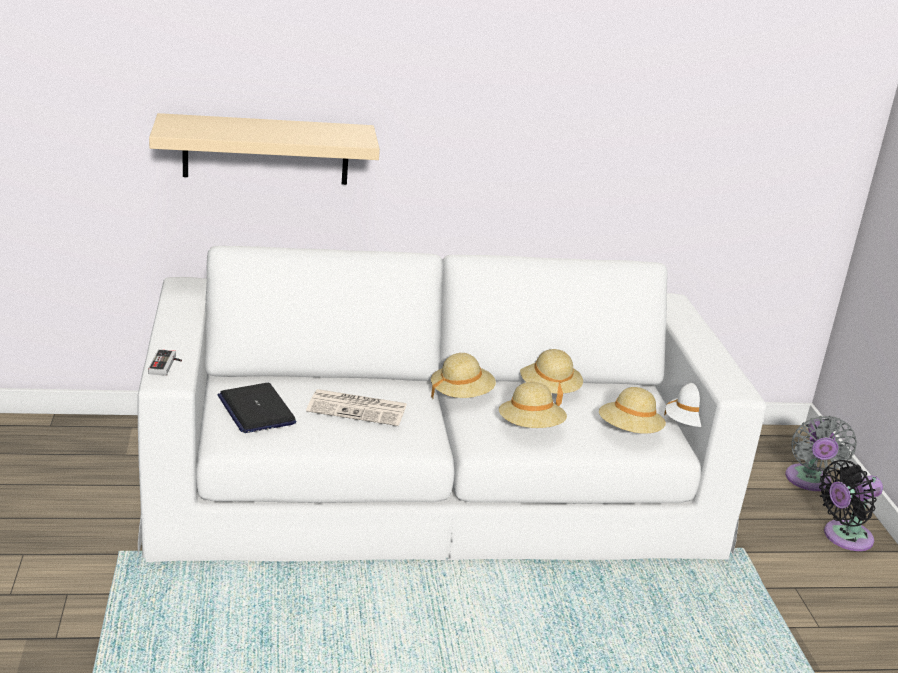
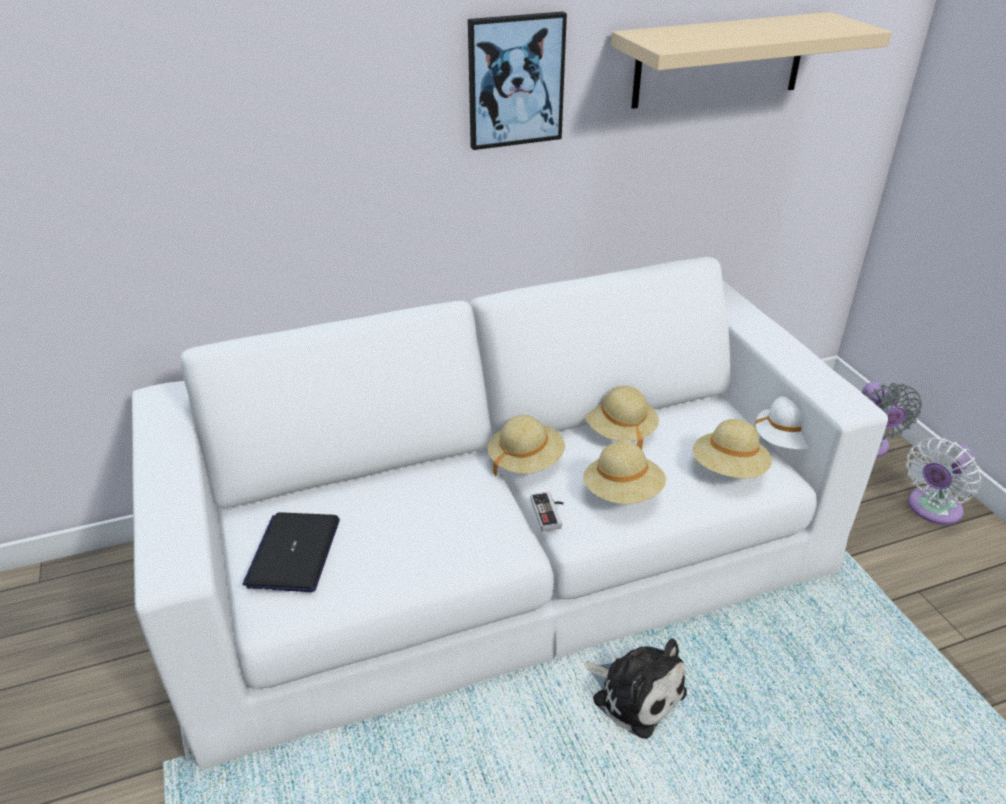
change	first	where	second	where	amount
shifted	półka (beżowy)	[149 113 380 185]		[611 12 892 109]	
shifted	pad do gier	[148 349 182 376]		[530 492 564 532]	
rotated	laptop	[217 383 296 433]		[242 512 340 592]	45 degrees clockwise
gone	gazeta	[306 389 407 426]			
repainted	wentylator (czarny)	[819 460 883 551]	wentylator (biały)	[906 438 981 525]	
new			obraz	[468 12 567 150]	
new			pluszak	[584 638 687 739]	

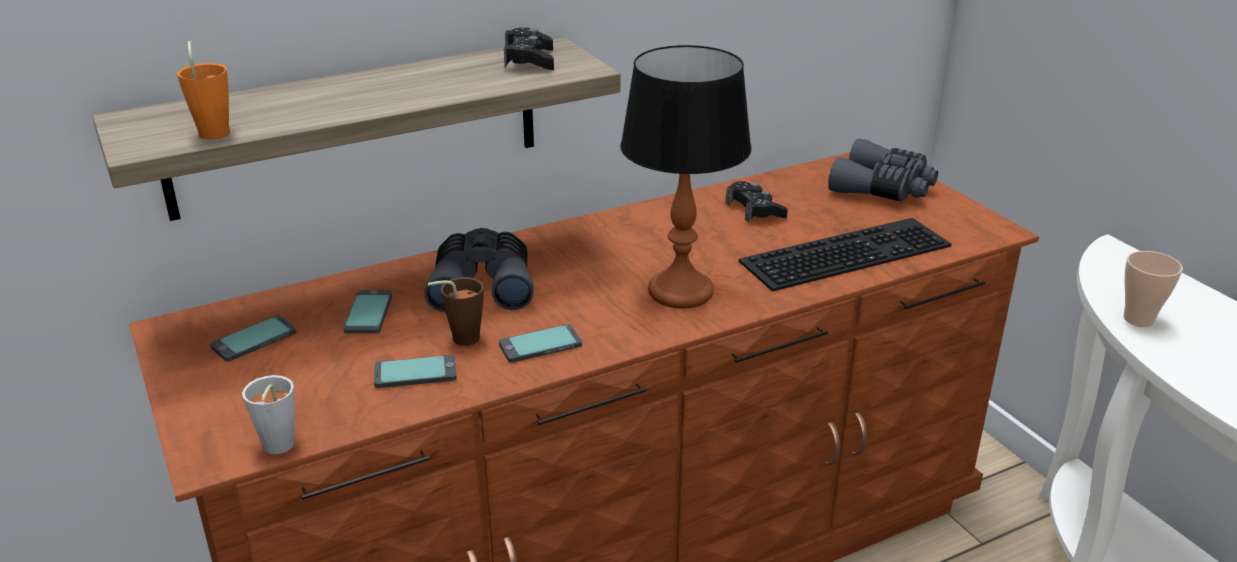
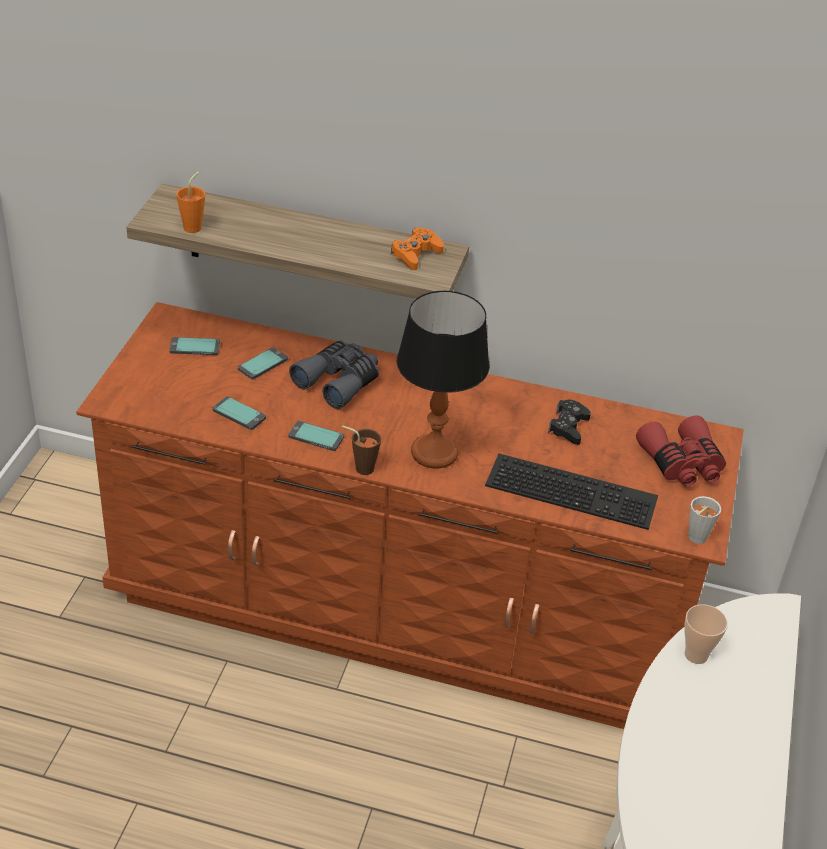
change	first	where	second	where	amount
repainted	pad do gier (czarny)	[504 28 554 70]	pad do gier (pomarańczowy)	[391 228 444 270]	
repainted	lornetka (szary)	[828 138 938 202]	lornetka (czerwony)	[636 415 726 486]	
shifted	filiżanka (brązowy)	[428 277 484 346]		[342 426 381 475]	
shifted	filiżanka (szary)	[242 375 295 454]		[688 496 721 544]	

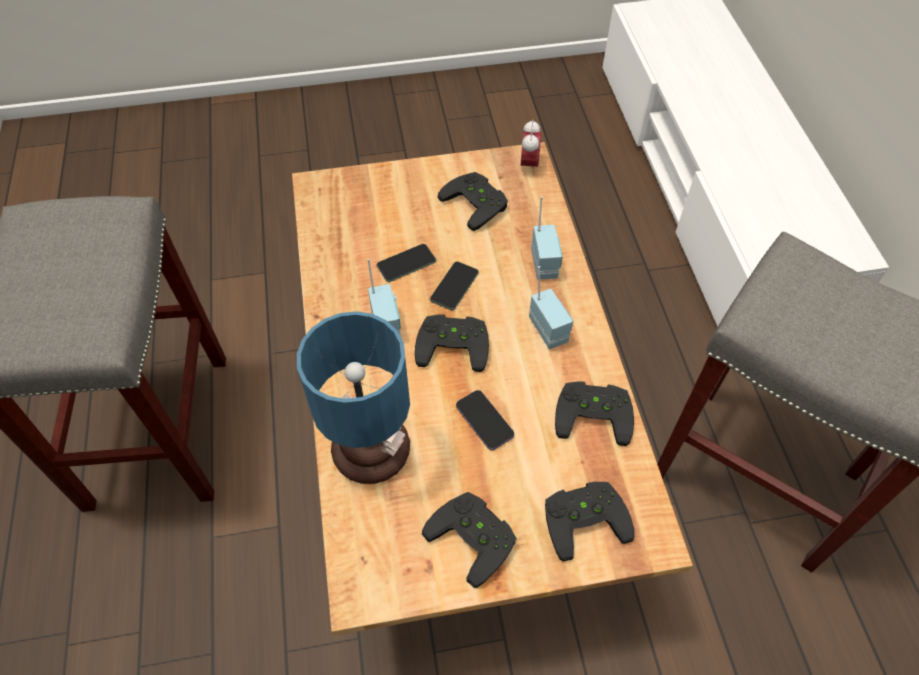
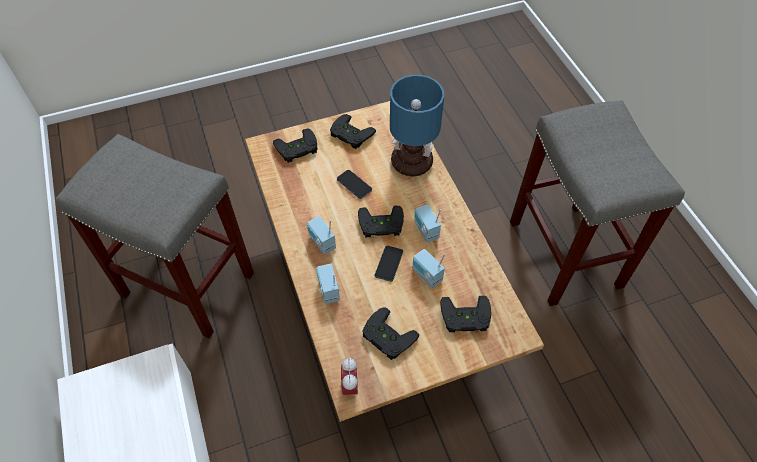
change	first	where	second	where	amount
swapped	telefon	[377 244 436 282]	radio	[412 249 446 288]	
shifted	pad do gier (czarny)	[555 381 634 446]		[440 296 491 332]	

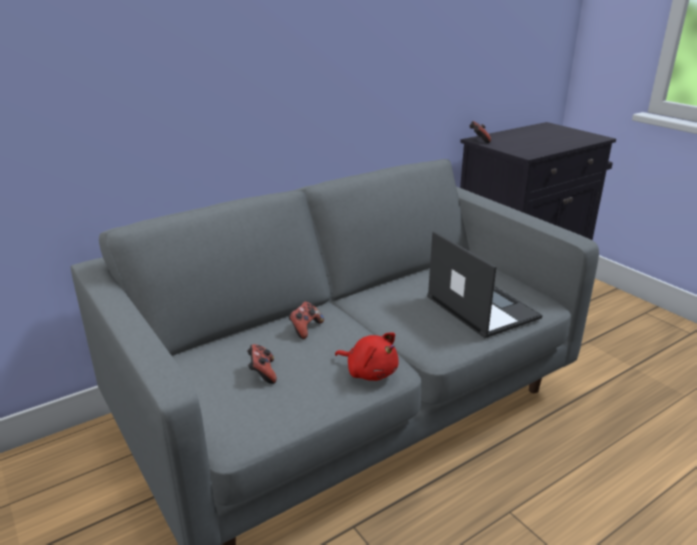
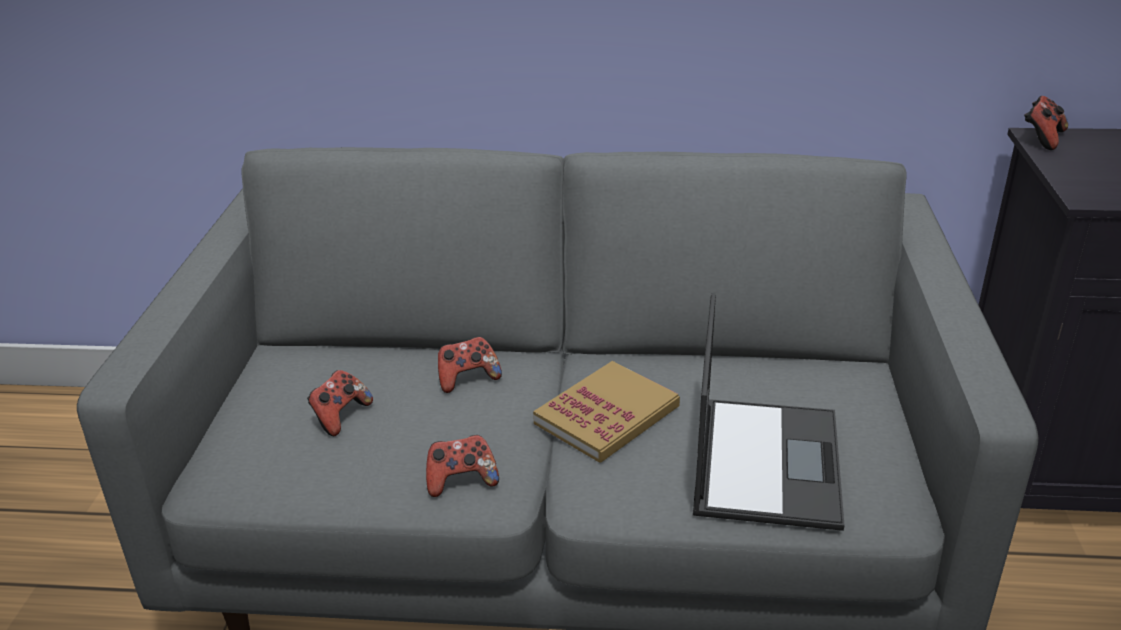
change	first	where	second	where	amount
swapped	pluszak (czerwony)	[335 332 399 381]	pad do gier	[426 435 499 497]	
new			książka	[533 361 680 463]	

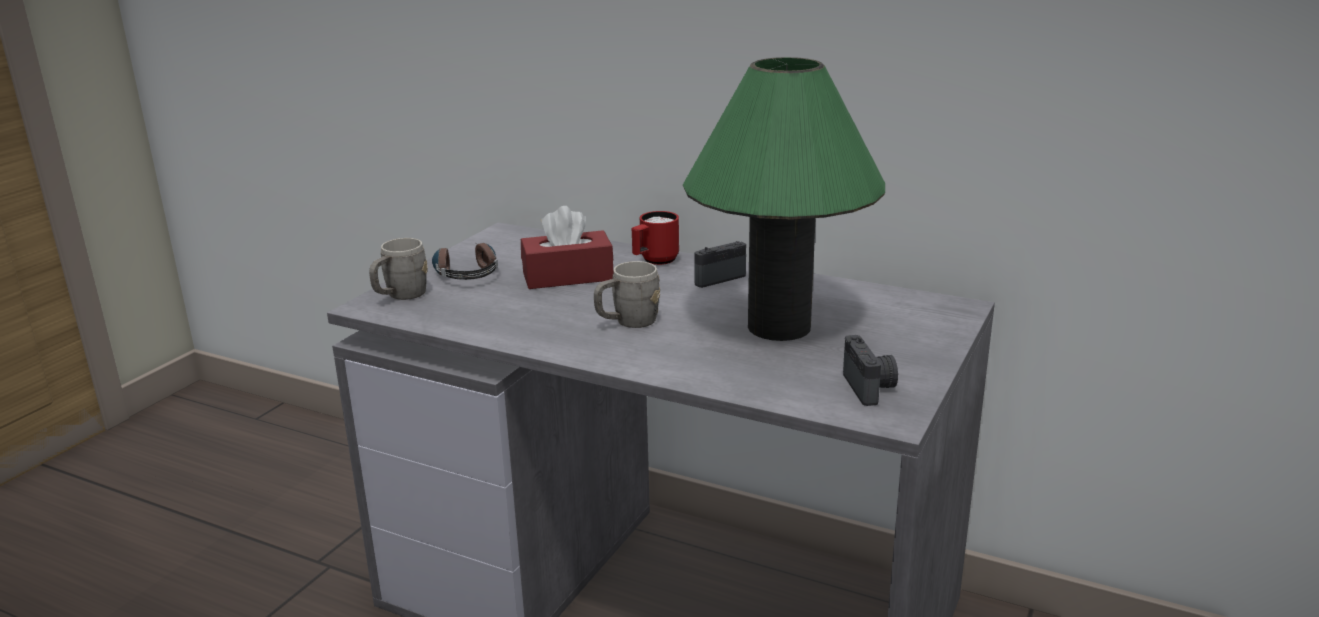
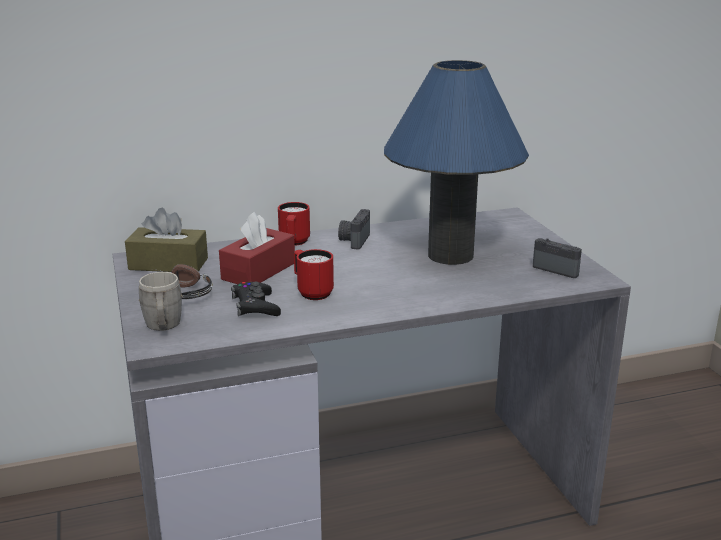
change	first	where	second	where	amount
repainted	lampa stołowa (zielony)	[683 57 885 341]	lampa stołowa (niebieski)	[384 60 529 265]	
gone	kubek (szary)	[594 261 660 328]			
new			pudełko chusteczek (brązowy)	[125 208 208 272]	
new			kubek (czerwony)	[294 249 334 300]	
new			pad do gier (czarny)	[231 281 281 316]	

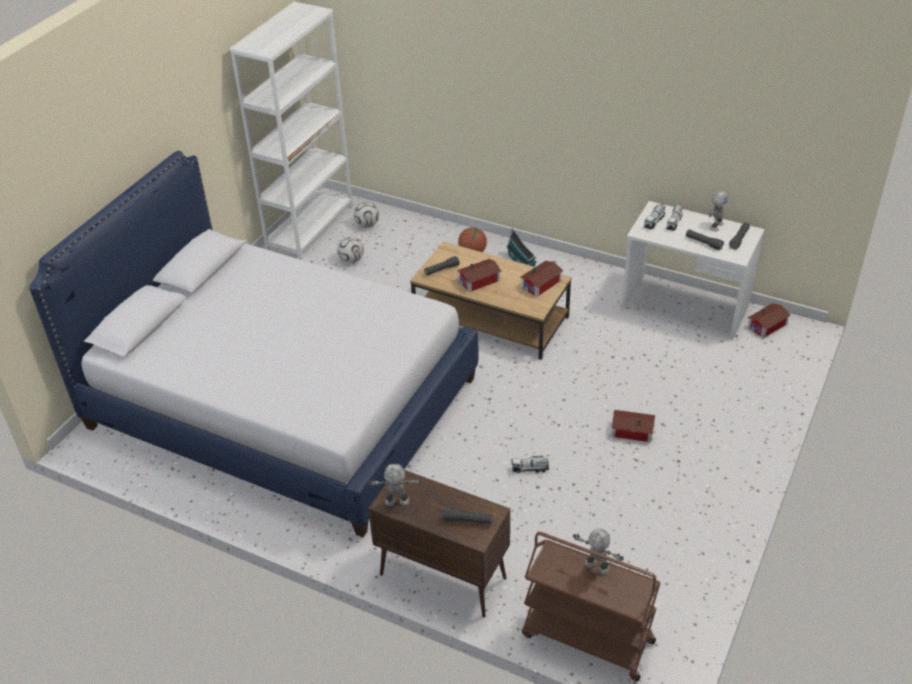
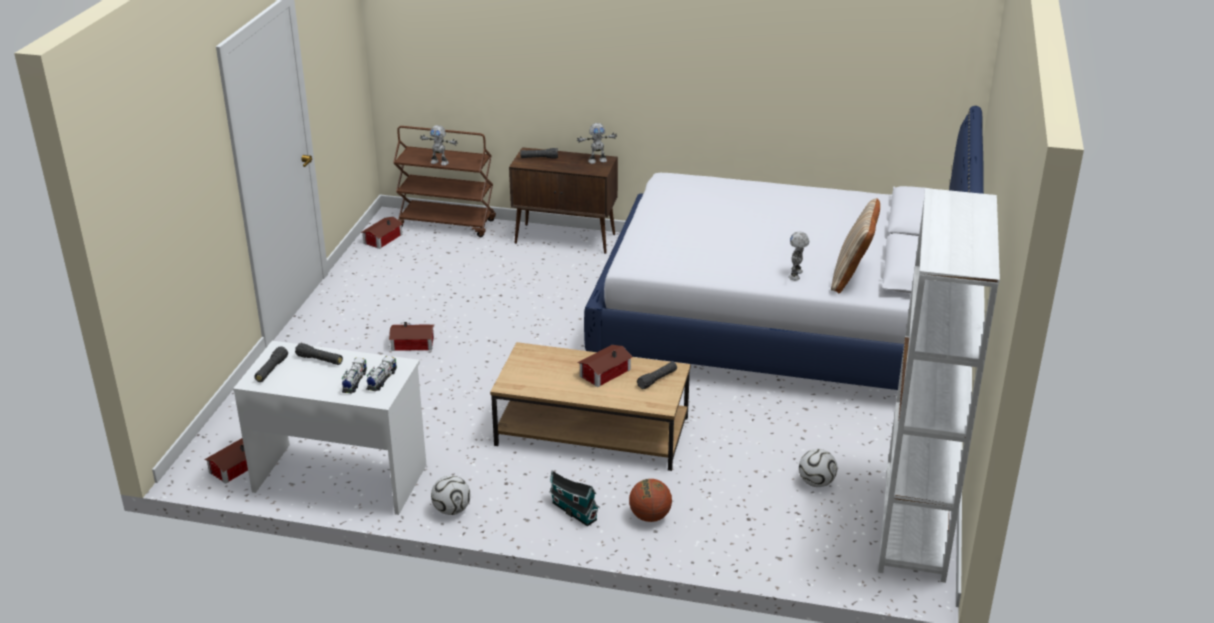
change	first	where	second	where	amount
shifted	robot zabawkowy	[709 191 728 232]		[788 231 809 280]	
shifted	piłka futbolowa	[354 202 379 228]		[431 475 470 515]	
shifted	domek	[520 261 563 297]		[361 217 403 249]	
gone	ciężarówka zabawkowa	[511 456 549 473]			
new			poduszka (beżowy)	[831 198 880 293]	

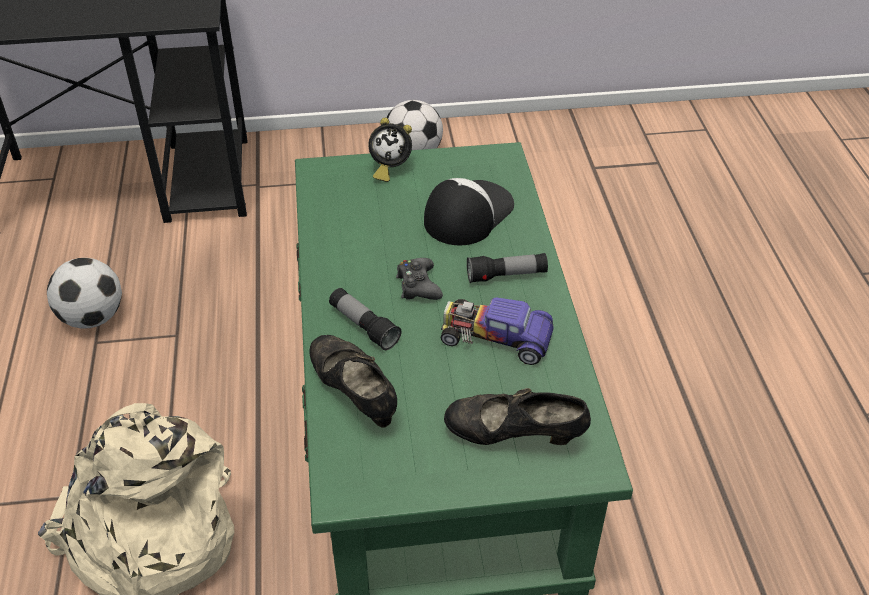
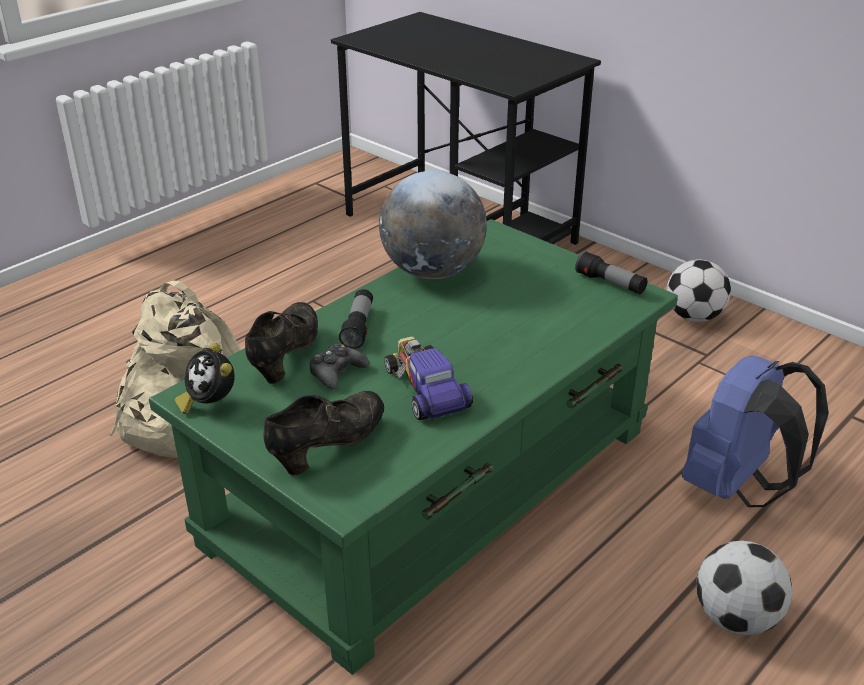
change	first	where	second	where	amount
shifted	budzik	[368 118 412 182]		[175 343 235 414]	
gone	czapka z daszkiem	[424 178 514 245]			
shifted	latarka	[467 253 548 283]		[575 251 648 295]	
shifted	piłka futbolowa	[47 258 122 329]		[697 541 792 635]	
shifted	pad do gier (czarny)	[396 258 443 300]		[309 344 369 390]	
rotated	but (czarny)	[444 388 591 445]		[263 391 384 475]	75 degrees clockwise
new			globus	[379 171 487 279]	
new			plecak (niebieski)	[682 355 829 507]	

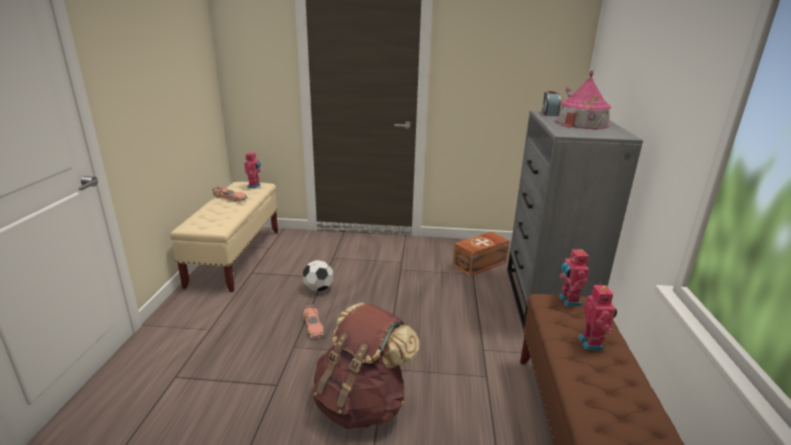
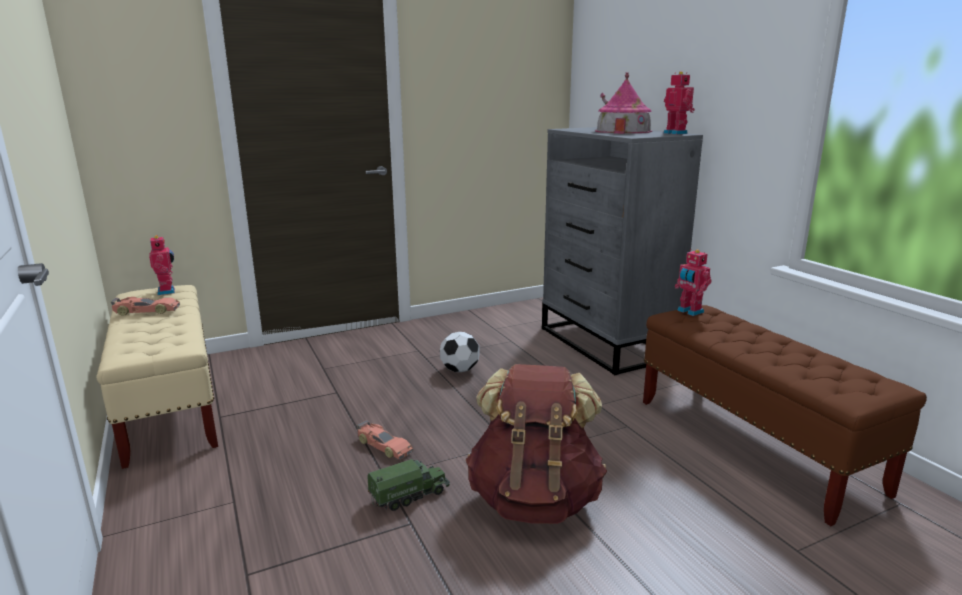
change	first	where	second	where	amount
gone	budzik	[542 91 561 116]			
gone	pojemnik do przechowywania (brązowy)	[453 232 509 276]			
shifted	piłka futbolowa	[303 260 333 292]		[440 332 480 372]	
shifted	robot zabawkowy	[578 283 617 350]		[663 71 695 134]	
new			ciężarówka zabawkowa	[367 459 450 511]	

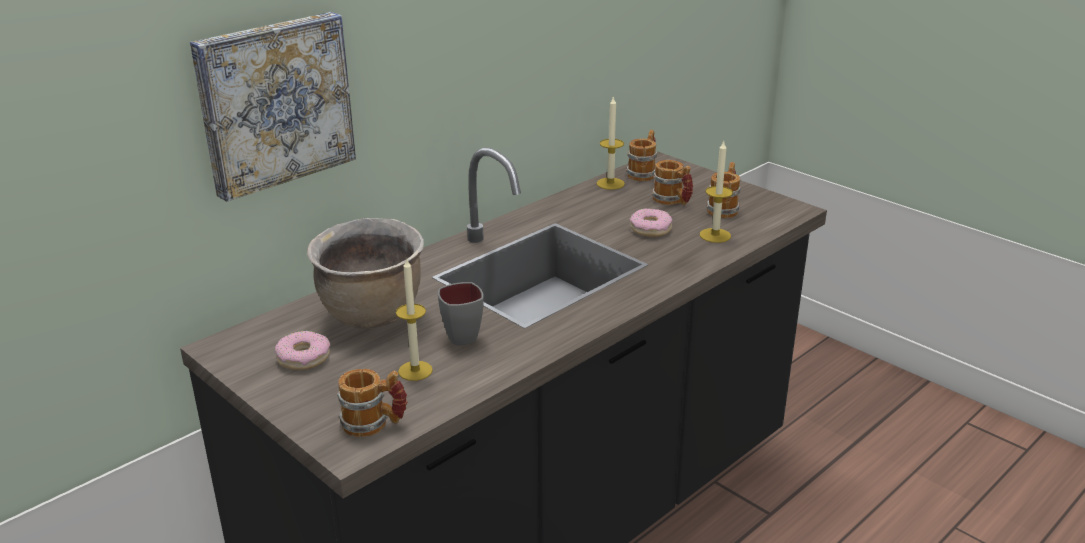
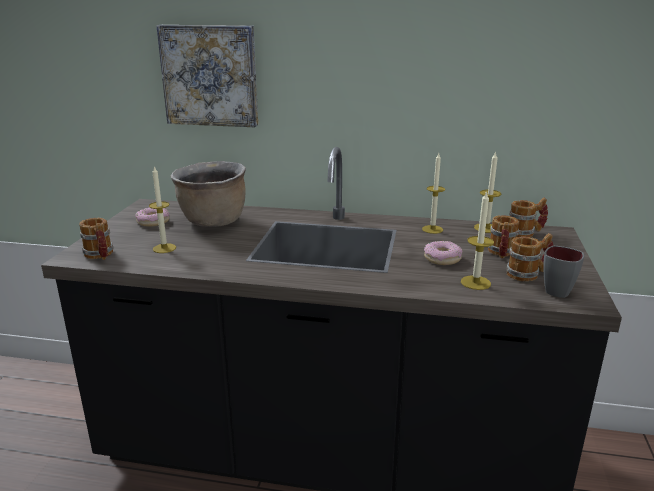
change	first	where	second	where	amount
shifted	kubek (szary)	[438 282 484 346]		[543 246 584 298]	
new			świeca	[422 153 445 234]	

